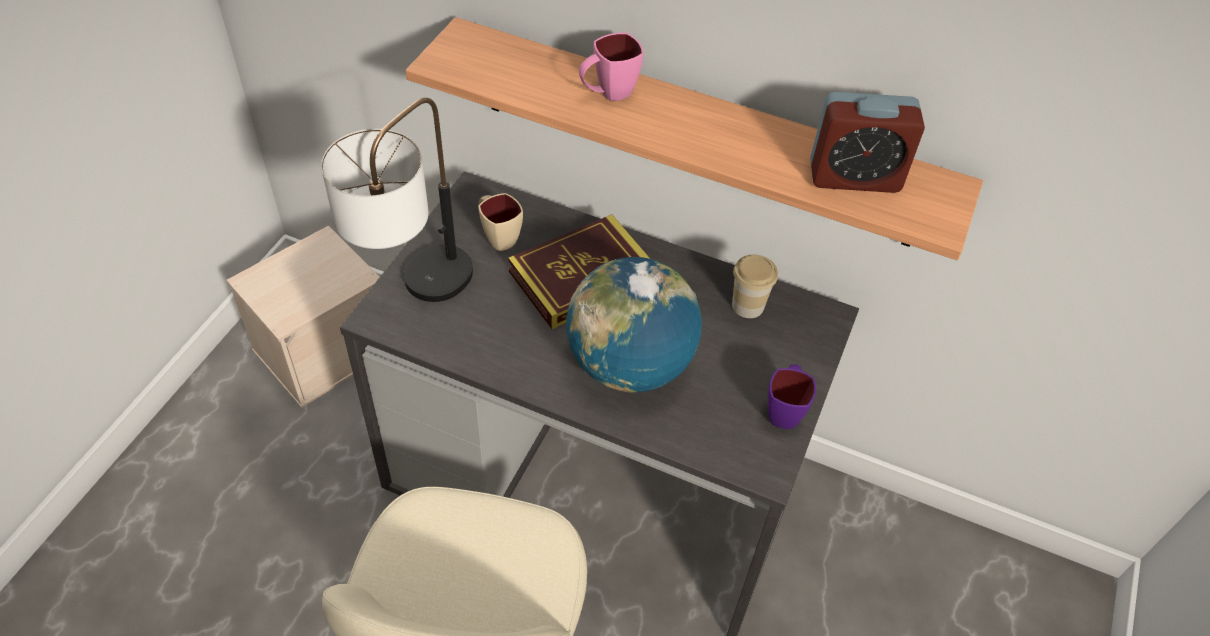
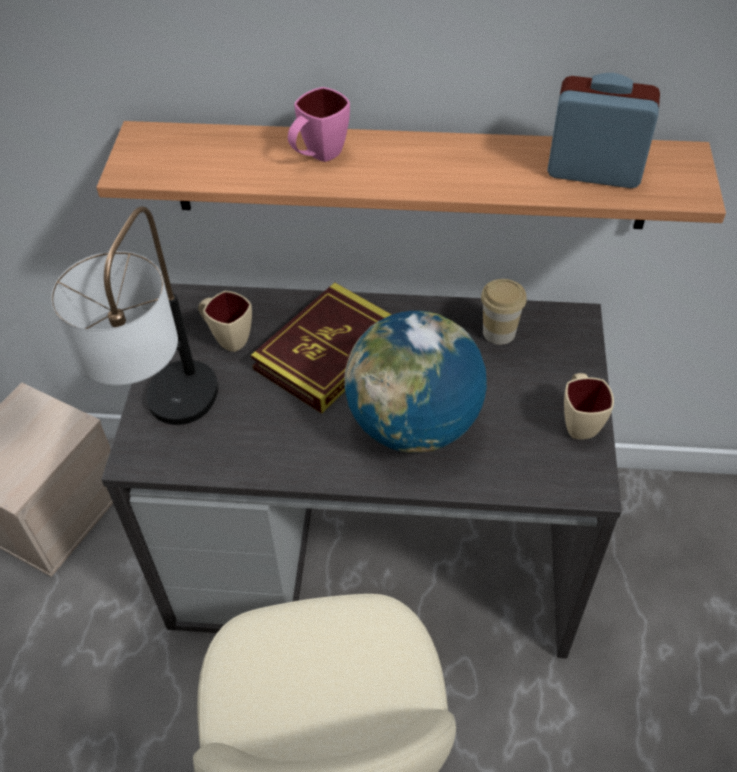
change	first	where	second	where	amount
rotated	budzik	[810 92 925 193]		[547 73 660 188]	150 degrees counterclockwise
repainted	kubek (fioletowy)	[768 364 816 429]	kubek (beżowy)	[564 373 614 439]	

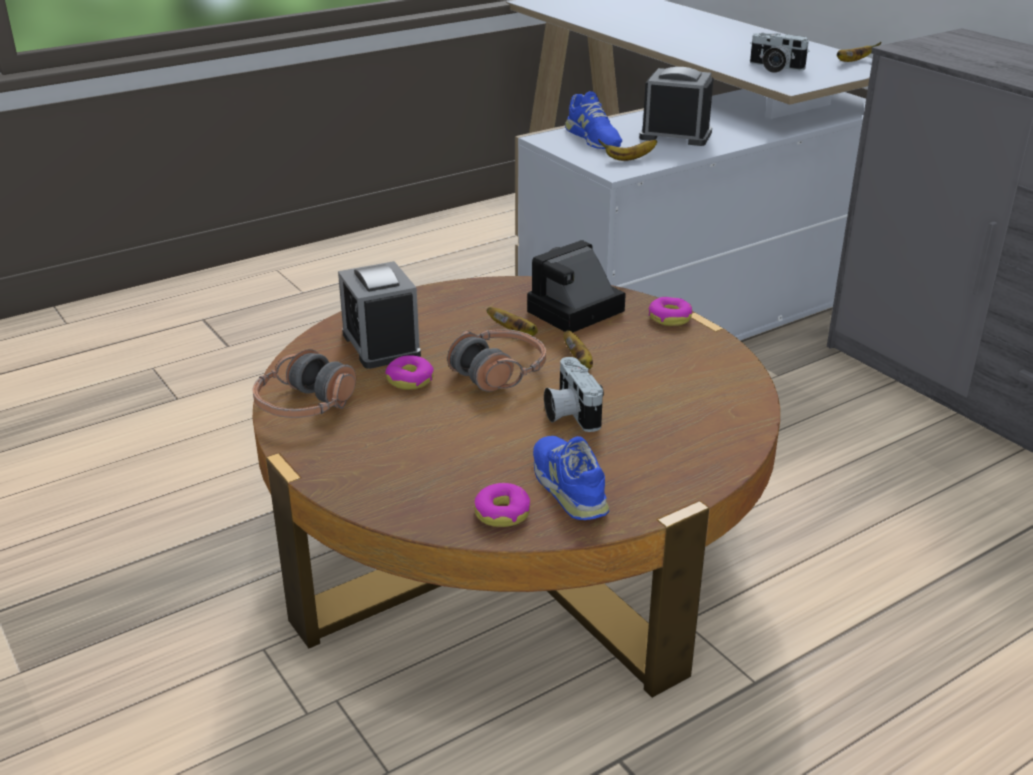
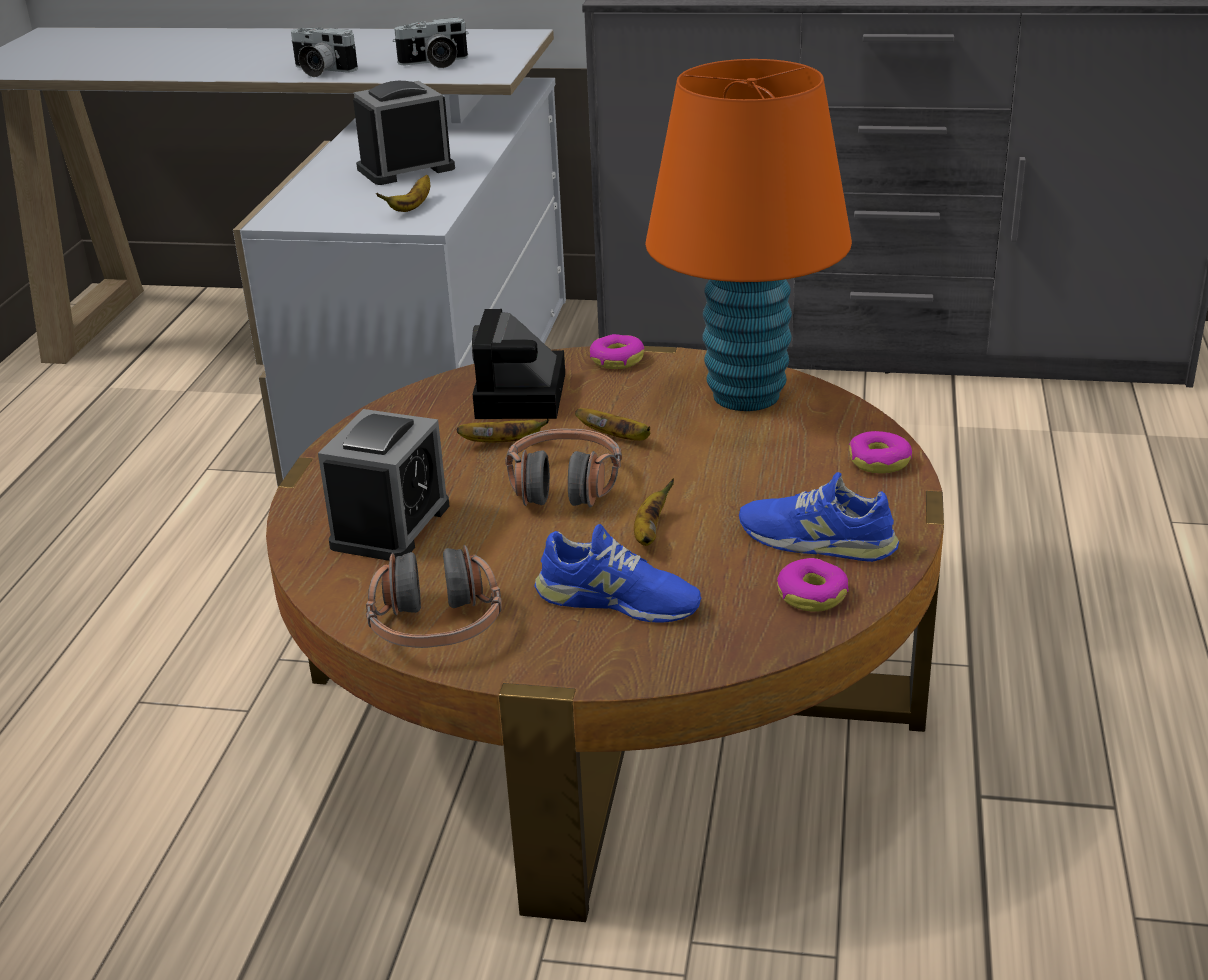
change	first	where	second	where	amount
shifted	banan	[837 42 881 62]		[634 479 674 546]	
shifted	but (niebieski)	[565 91 622 149]		[534 524 701 622]	
rotated	budzik	[338 261 421 369]		[318 409 450 561]	90 degrees counterclockwise
shifted	donut	[385 355 434 390]		[849 431 912 474]	
shifted	aparat fotograficzny	[544 357 604 432]		[291 27 358 77]	
new			lampa stołowa (pomarańczowy)	[645 59 852 411]	

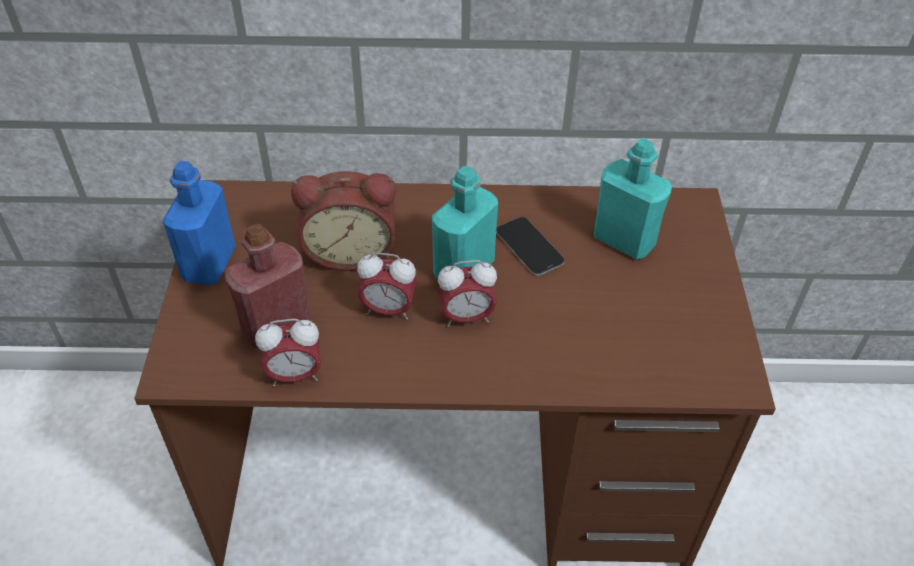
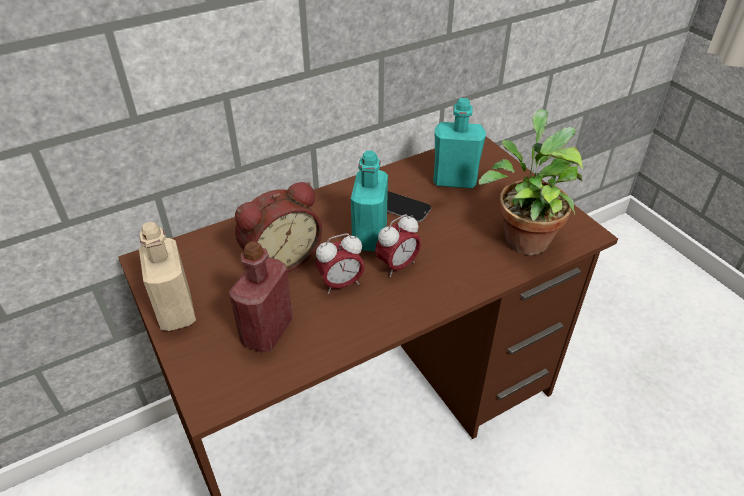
change	first	where	second	where	amount
repainted	butelka (niebieski)	[162 161 236 285]	butelka (beżowy)	[139 222 196 331]	
gone	budzik	[255 319 321 387]			
new			roślina doniczkowa	[479 109 583 255]	

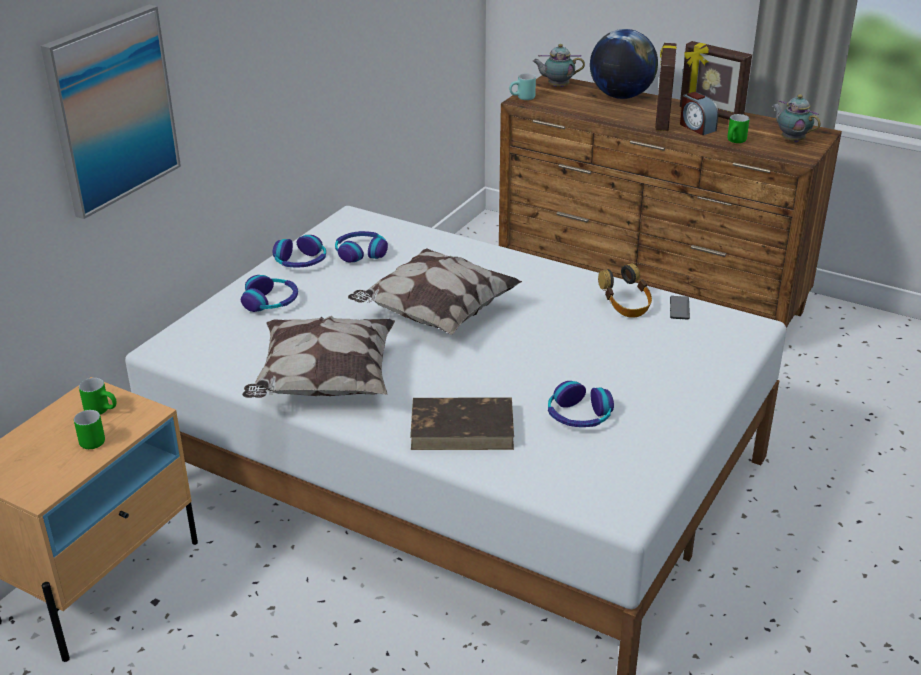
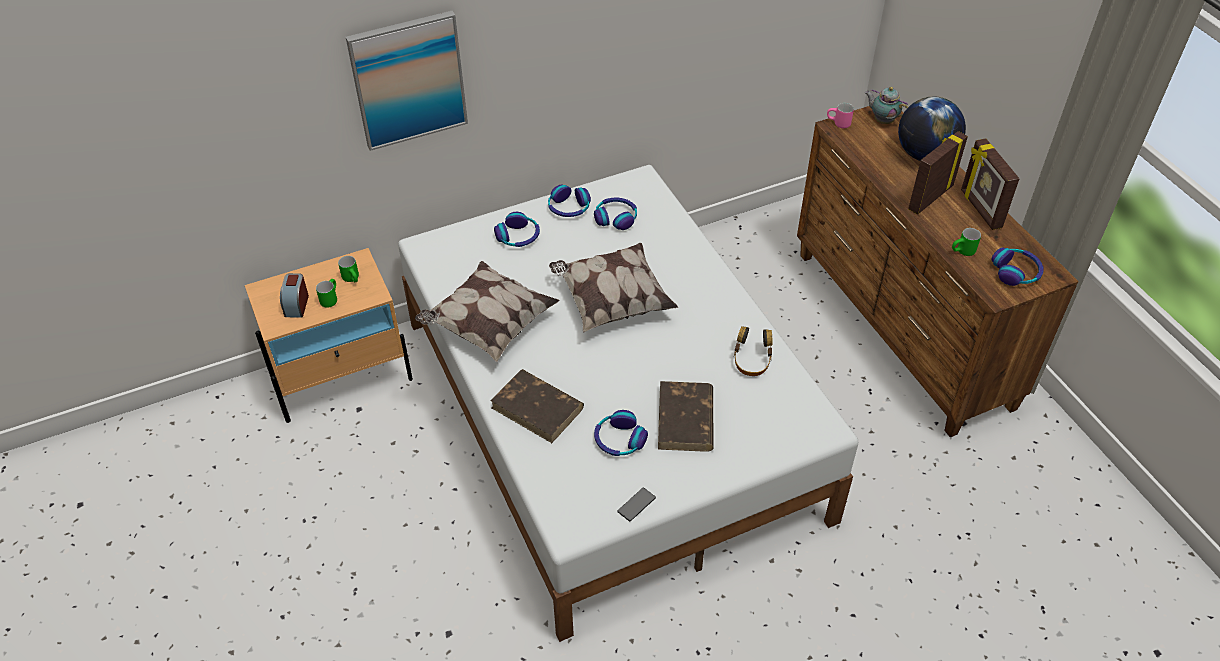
change	first	where	second	where	amount
repainted	kubek (turkusowy)	[509 73 536 100]	kubek (różowy)	[827 103 854 128]	
shifted	budzik	[680 92 718 135]		[280 273 309 318]	
swapped	imbryk	[772 94 821 142]	słuchawki	[991 248 1044 286]	
shifted	telefon	[670 296 690 319]		[617 488 656 521]	
new			książka (brązowy)	[658 381 714 452]	

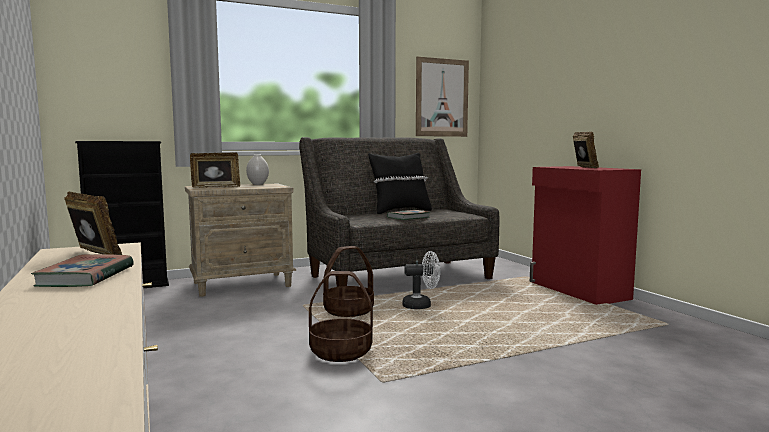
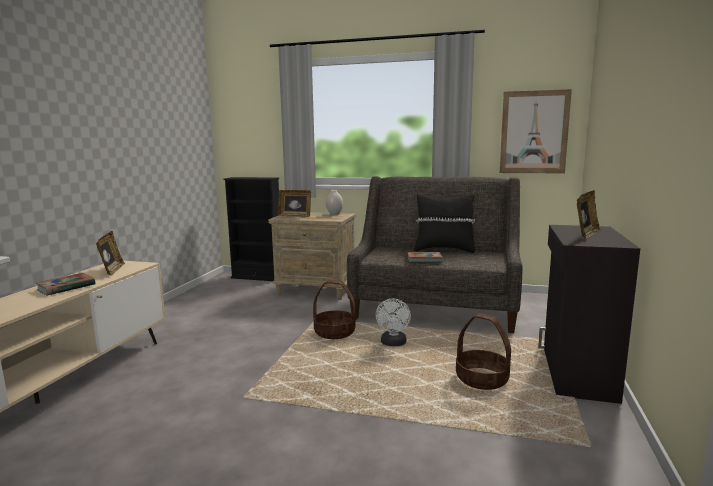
change	first	where	second	where	amount
repainted	szafka (czerwony)	[530 166 641 305]	szafka (czarny)	[538 225 640 404]	
rotated	wentylator (biały)	[402 251 440 309]		[376 299 411 346]	60 degrees clockwise
shifted	koszyk	[309 271 373 362]		[456 313 511 390]	

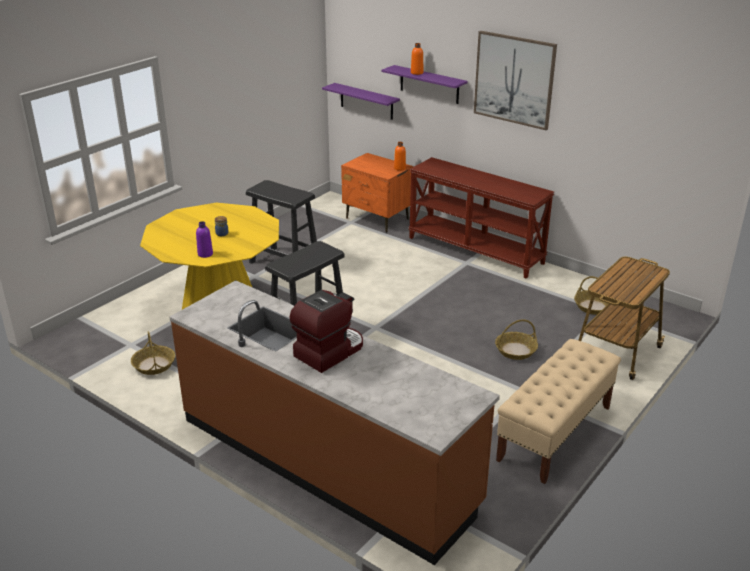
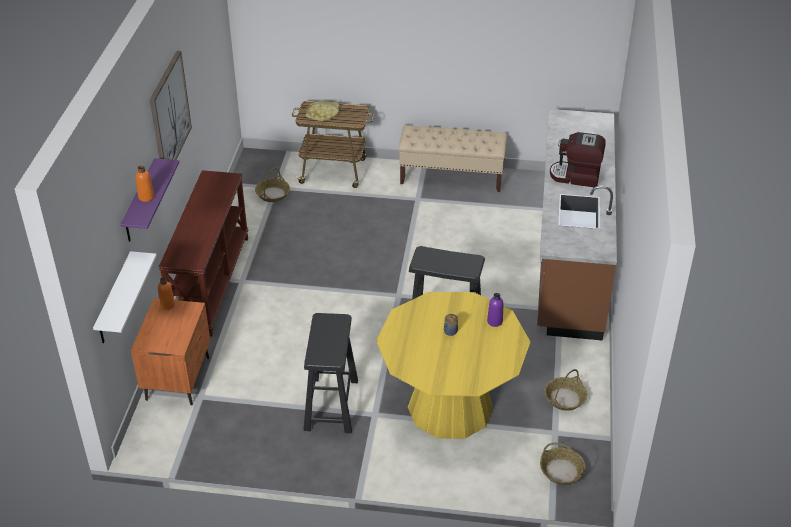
change	first	where	second	where	amount
repainted	półka (fioletowy)	[322 83 400 120]	półka (biały)	[93 251 157 343]	
shifted	koszyk	[495 319 538 360]		[540 442 586 485]	
new			taca (żółty)	[306 101 339 121]	

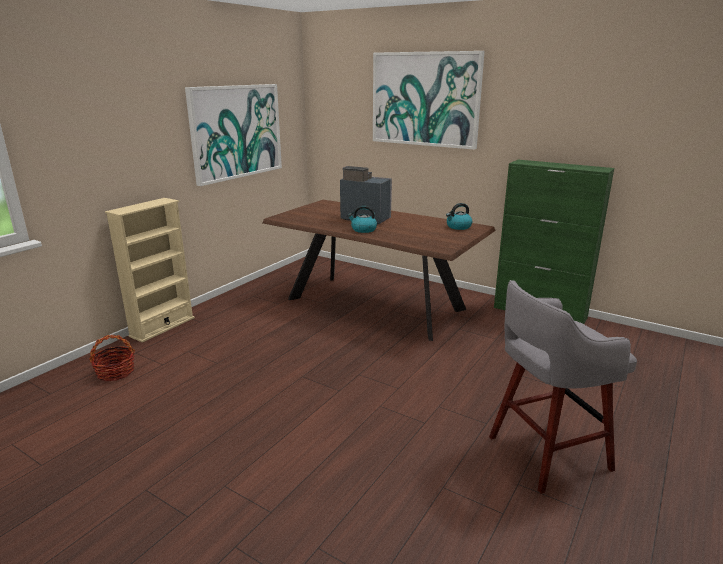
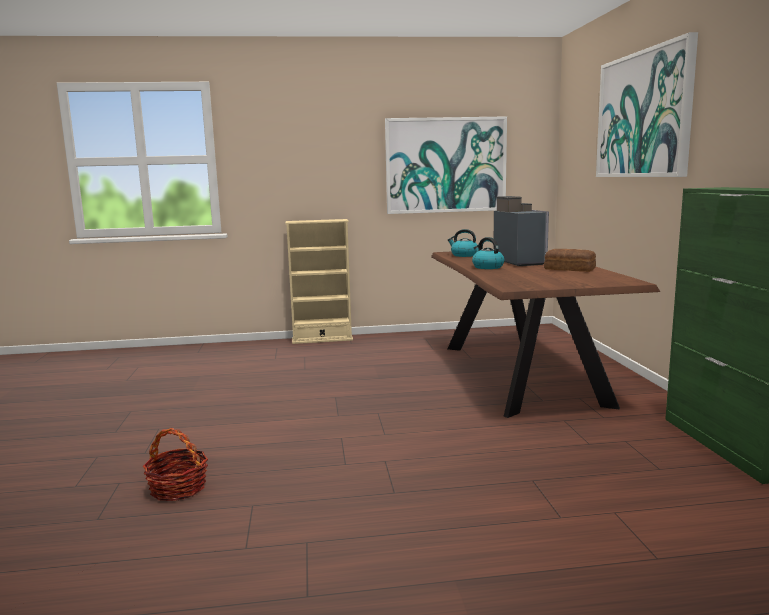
change	first	where	second	where	amount
shifted	czajnik	[446 203 472 230]		[448 229 477 257]	
gone	stołek (szary)	[489 280 637 494]			
shifted	koszyk	[89 335 135 381]		[143 428 208 501]	
new			chleb	[544 249 596 272]	

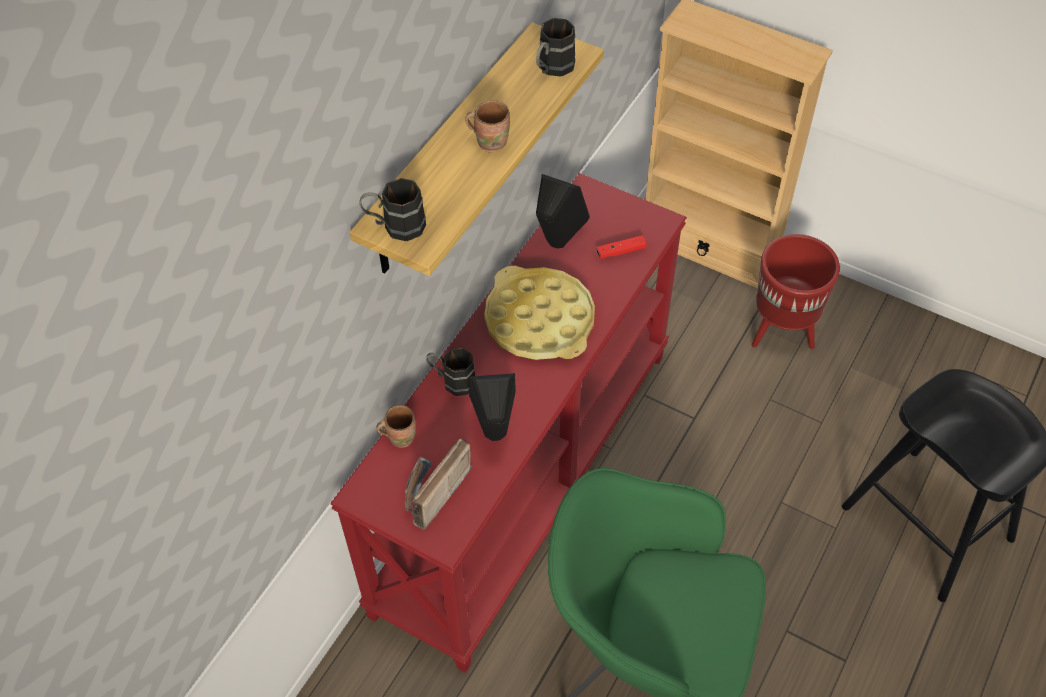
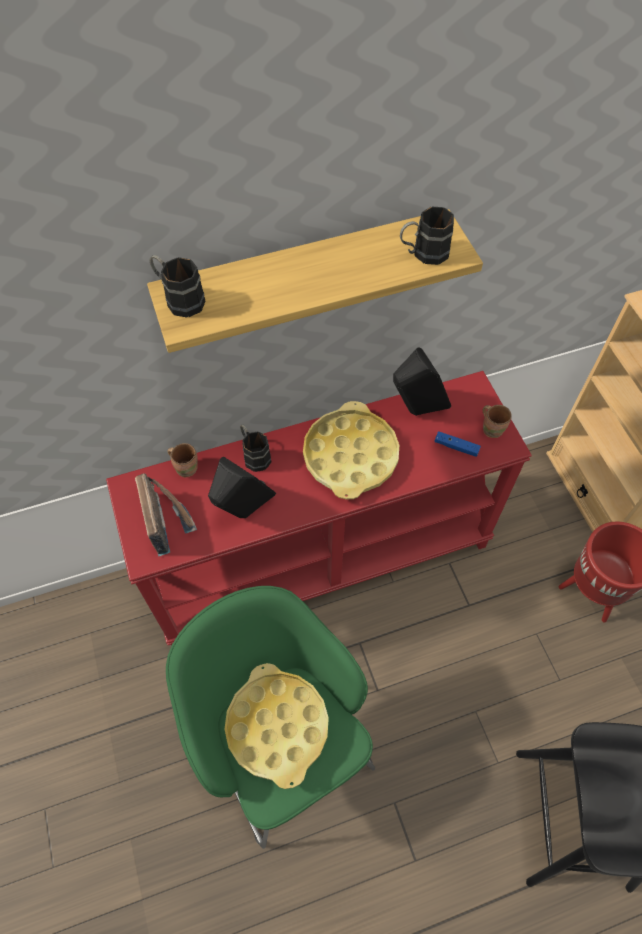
change	first	where	second	where	amount
shifted	kubek (brązowy)	[465 100 510 153]		[483 405 512 438]	
repainted	pad do gier (czerwony)	[596 235 647 259]	pad do gier (niebieski)	[435 431 481 457]	
rotated	radio	[405 438 472 530]		[135 473 197 556]	90 degrees clockwise
new			taca (żółty)	[225 663 329 789]	

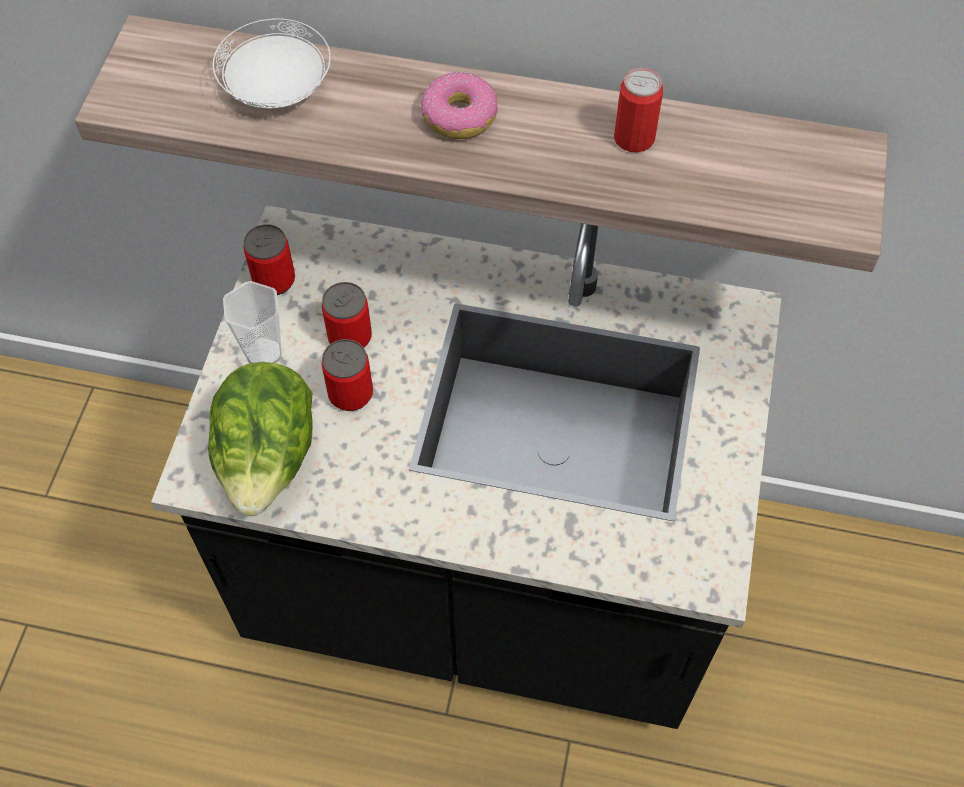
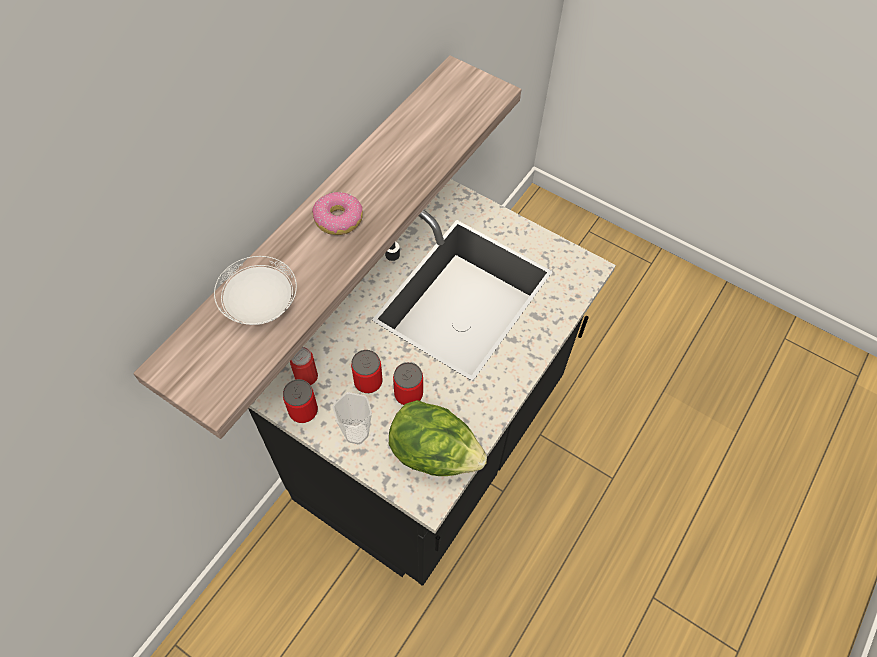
change	first	where	second	where	amount
shifted	puszka	[614 68 663 152]		[290 347 318 385]	

